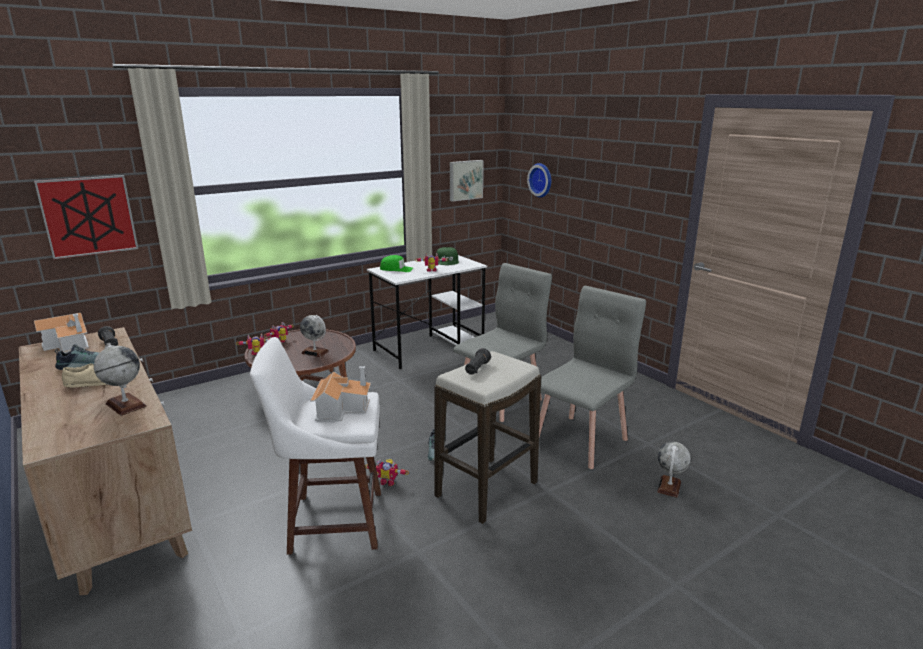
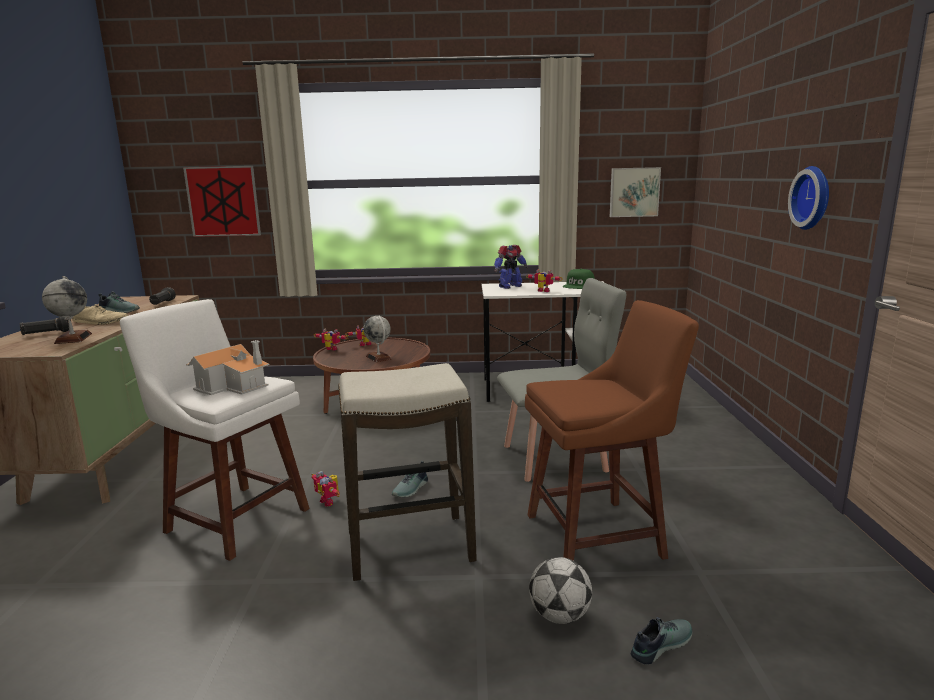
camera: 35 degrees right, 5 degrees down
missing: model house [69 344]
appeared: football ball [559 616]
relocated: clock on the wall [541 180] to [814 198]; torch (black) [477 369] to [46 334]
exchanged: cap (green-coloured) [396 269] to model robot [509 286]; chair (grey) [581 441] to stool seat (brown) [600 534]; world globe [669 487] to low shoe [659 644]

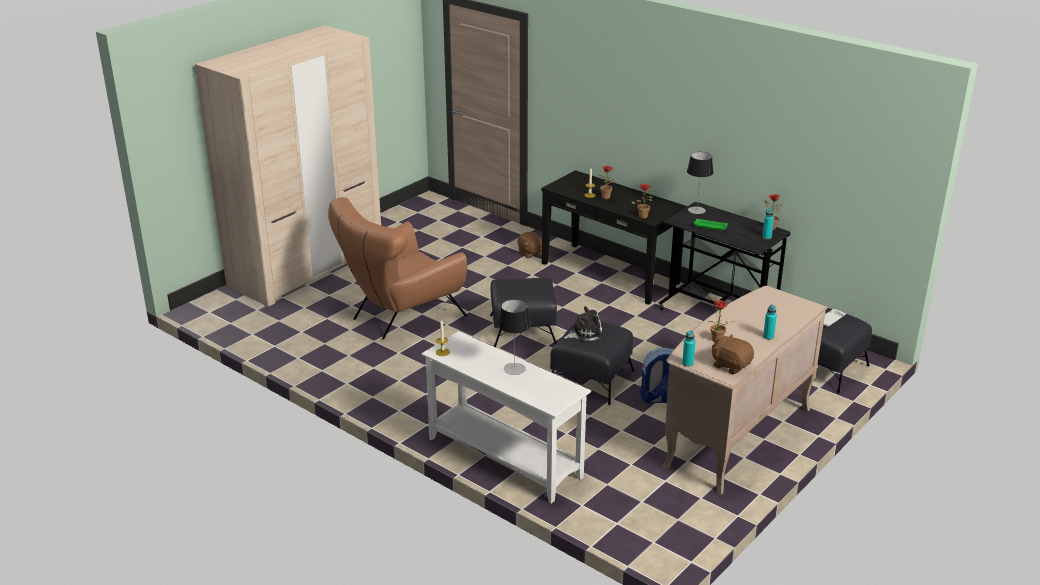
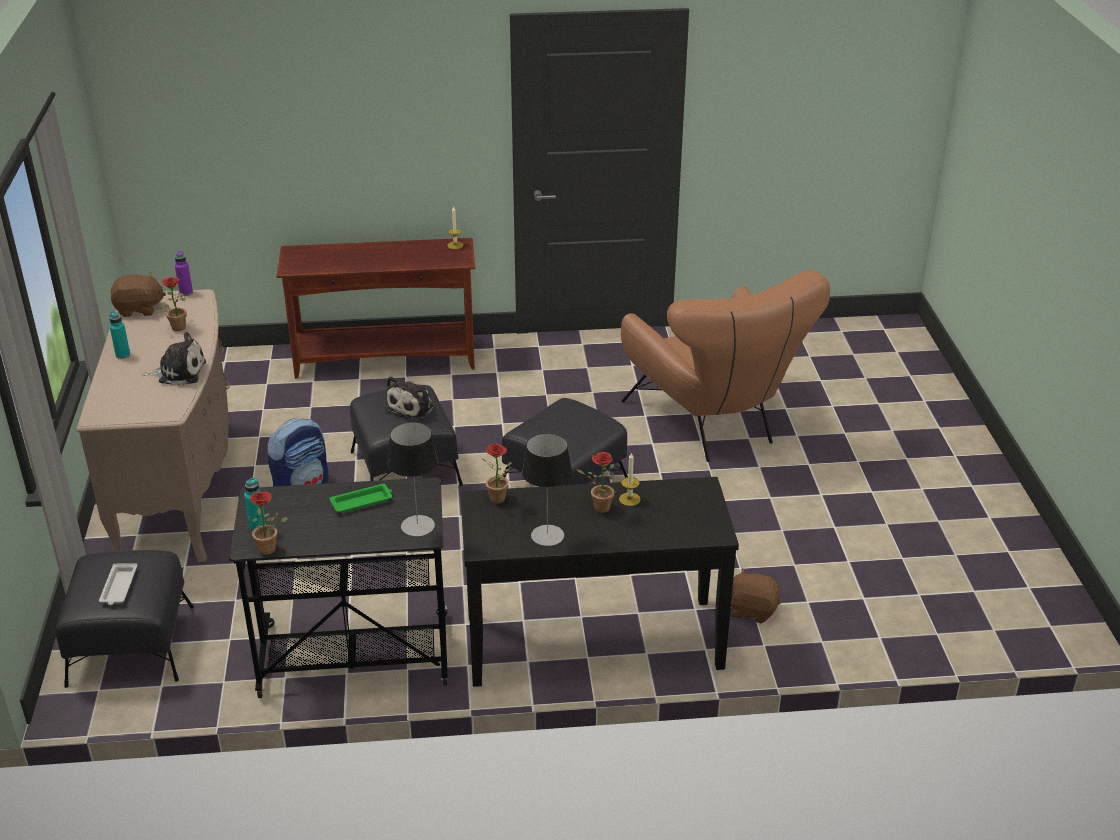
camera: 135 degrees right, 5 degrees up
missing: wardrobe (beige-coloured) [307 268]
appeared: cuddly toy [179 372]
relocated: lamp for a table [514 369] to [547 535]
colour: narrow table (whitish) [503 458] to narrow table (brown) [386 358]; drink bottle (turquoise) [687 363] to drink bottle (purplish) [186 293]
spun: lounge chair (brown) [399 317] = [714 423] 150 degrees clockwise

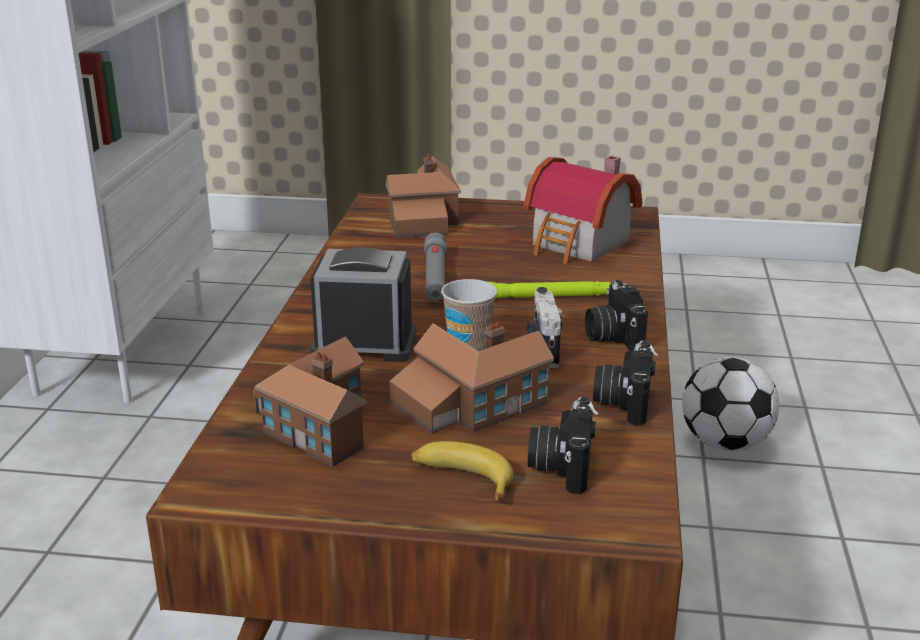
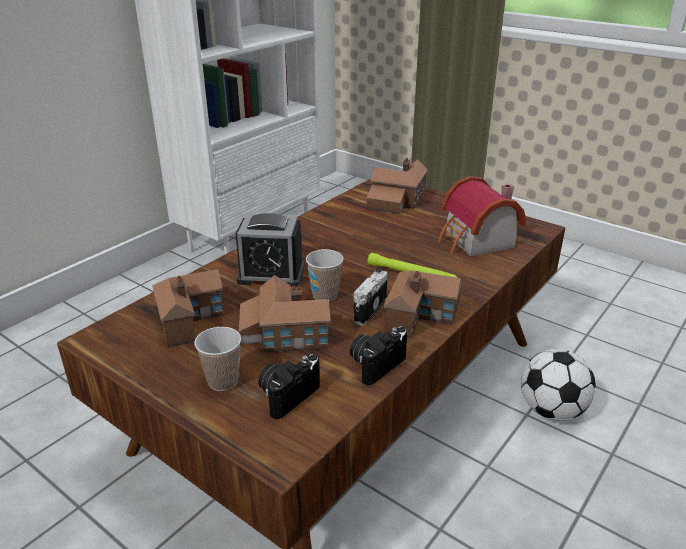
camera: 30 degrees right, 5 degrees up
missing: torch (grey) [435 277]
exchanged: photo camera [612 336] to model house [422 315]; whole banana [462 478] to small cup [223 381]
spun: table clock [364 343] = [271 274] 150 degrees clockwise

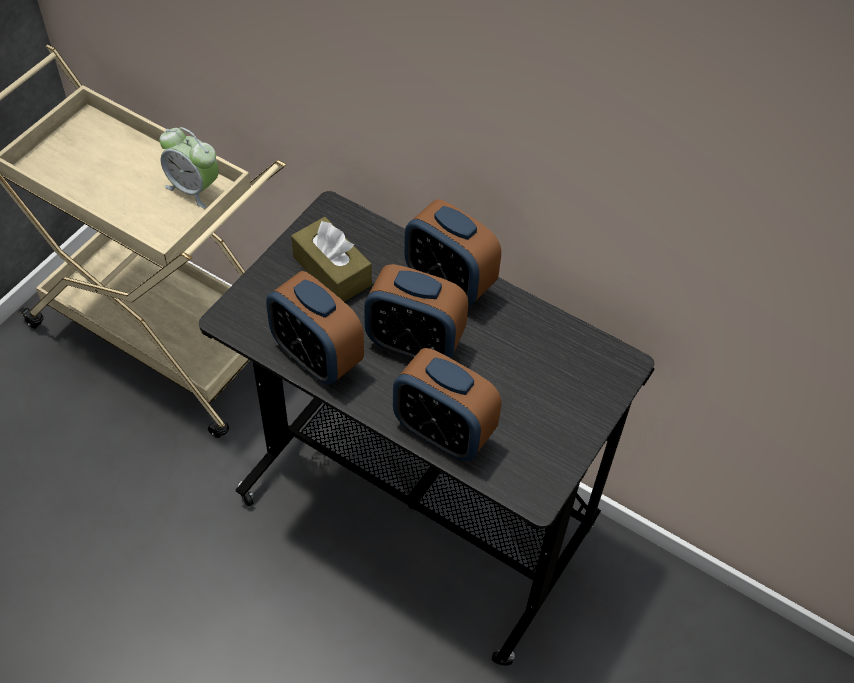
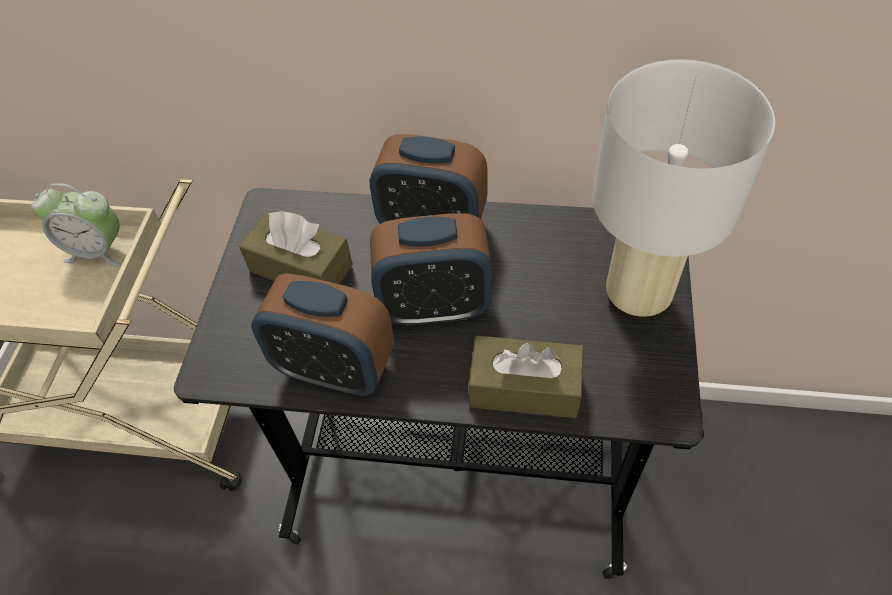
camera: 20 degrees left, 0 degrees up
appeared: lamp for a table (whitish) [636 295]
exchanged: table clock [443 432] to box of tissues (brown) [524 388]

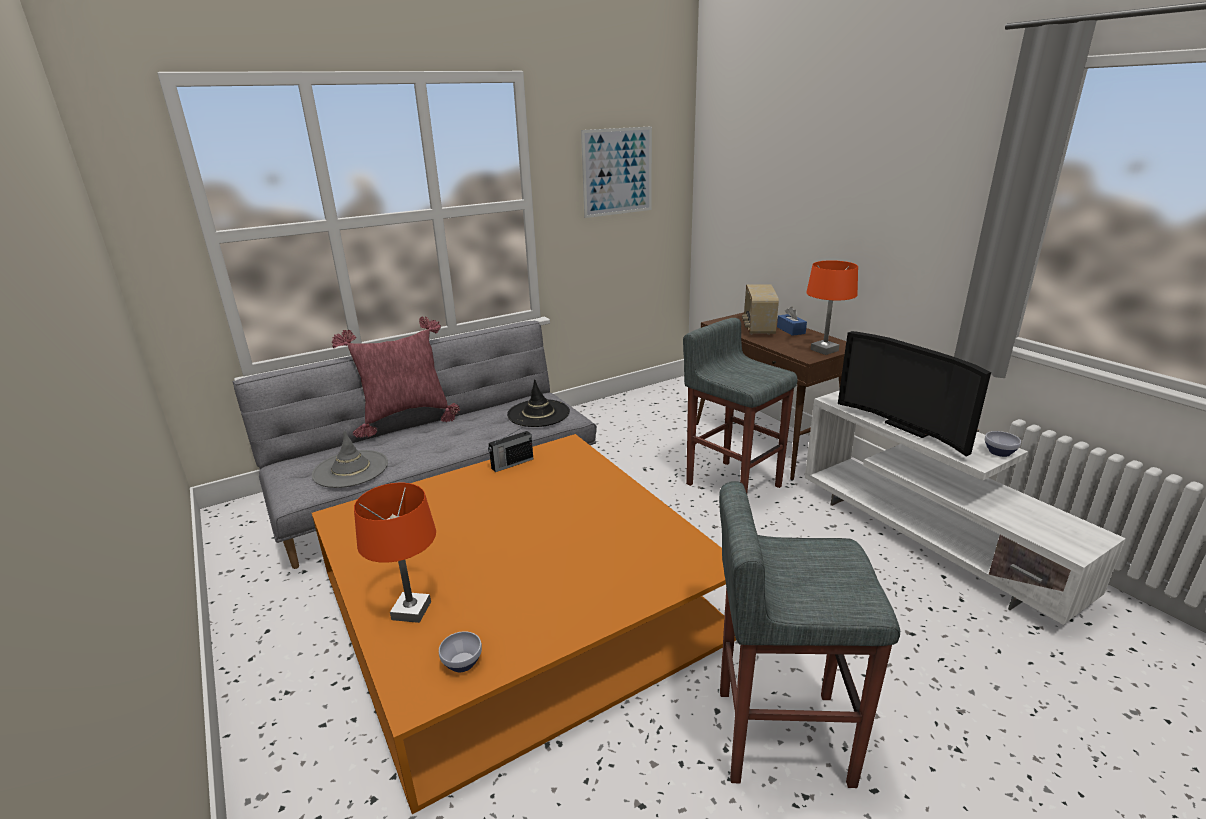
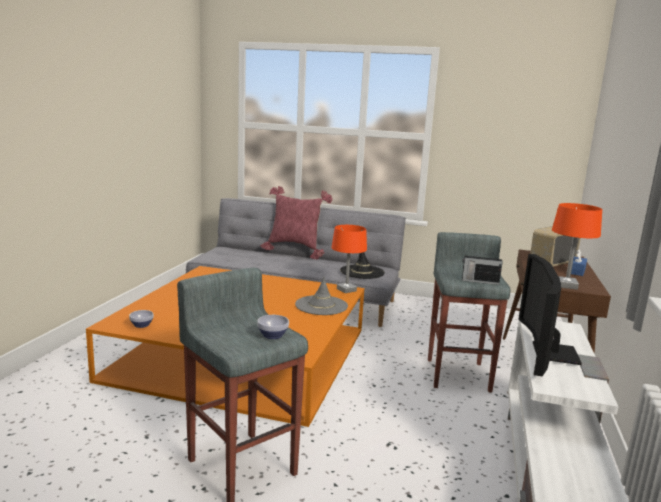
camera: 45 degrees right, 10 degrees down
missing: wall picture [617 172]
relocated: radio receiver [511 464] to [479 281]; clothing hat (grey) [350 469] to [321 305]; serving bowl [1000 452] to [273 336]; lamp for a table (orange-coloured) [411 611] to [346 290]

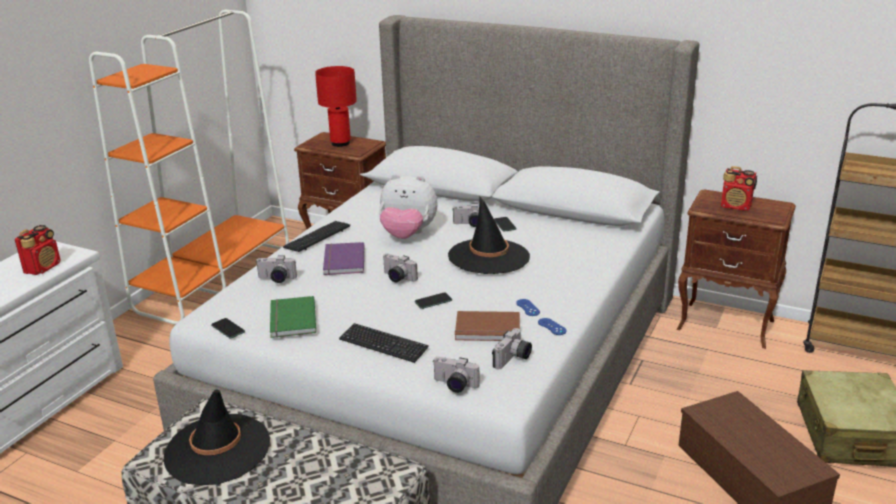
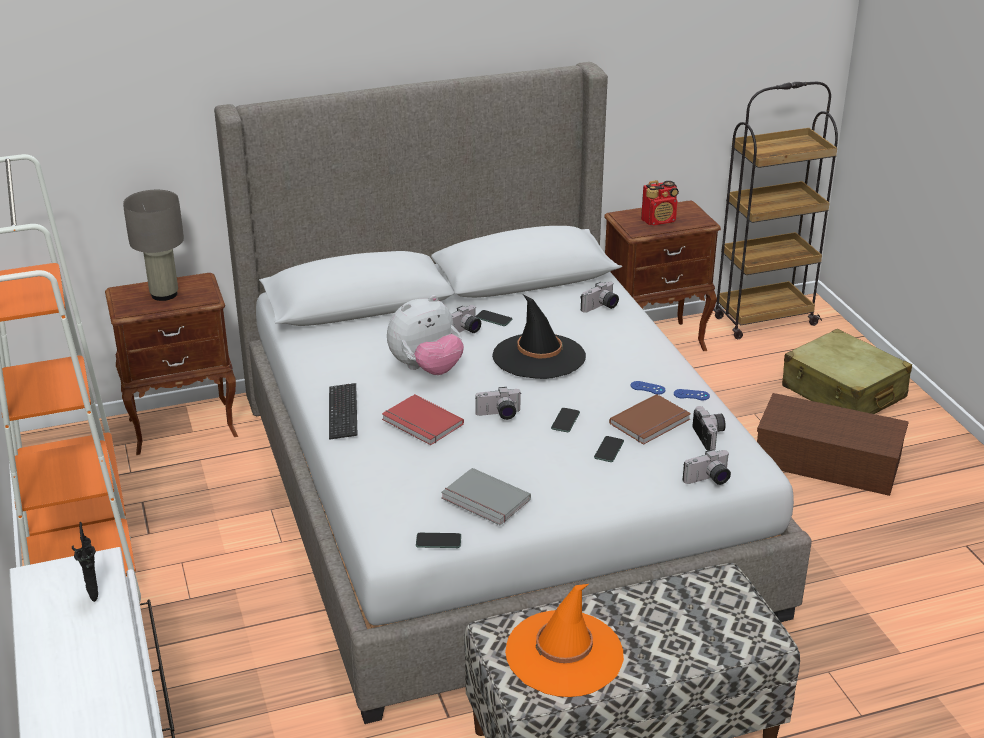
camera: 45 degrees left, 5 degrees up
missing: keyboard [383 344]
appeared: phone [609 449]
relocated: photo camera [276 279] to [601 307]
exchanged: radio receiver [43 267] to decorative vase (black) [93 597]
colour: lamp for a table (red-coloured) [340 143] to lamp for a table (grey) [163 294]; bound book (purplish) [342 261] to bound book (red-coloured) [421 423]; bound book (green-coloured) [291 319] to bound book (grey) [484 500]; clothing hat (black) [217 450] to clothing hat (orange-coloured) [564 654]

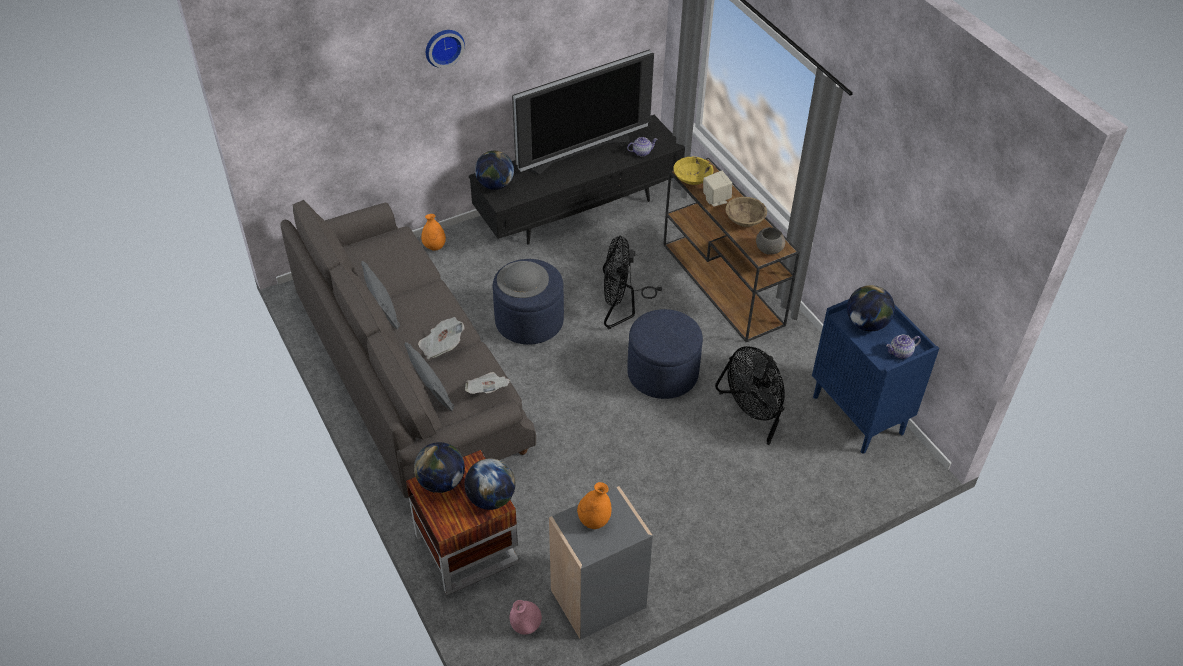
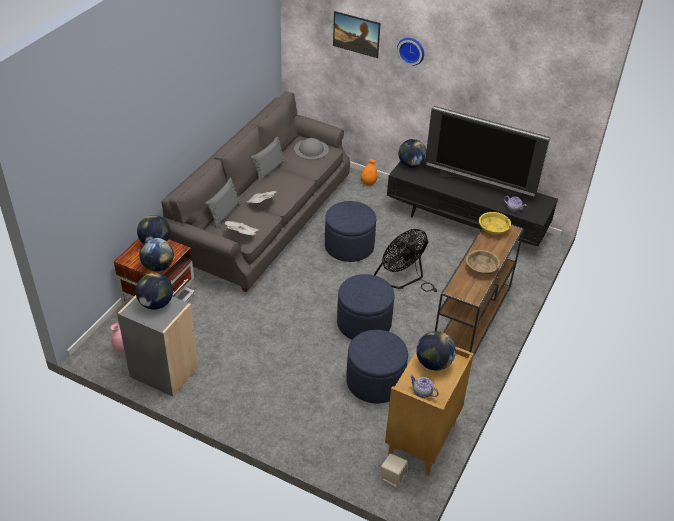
camera: 55 degrees right, 5 degrees down
missing: serving bowl (grey) [768 249]
appeared: wall picture [356 42]
relocated: loudspeaker (beige-coloured) [715 199] to [393 477]; clothing hat (grey) [522 279] to [311 149]
exchanged: electric fan (black) [754 409] to ottoman (blue) [375 382]; decorative vase (orange-coloured) [594 520] to world globe [156 304]
colour: cabinet (blue) [858 415] to cabinet (brown) [421 441]

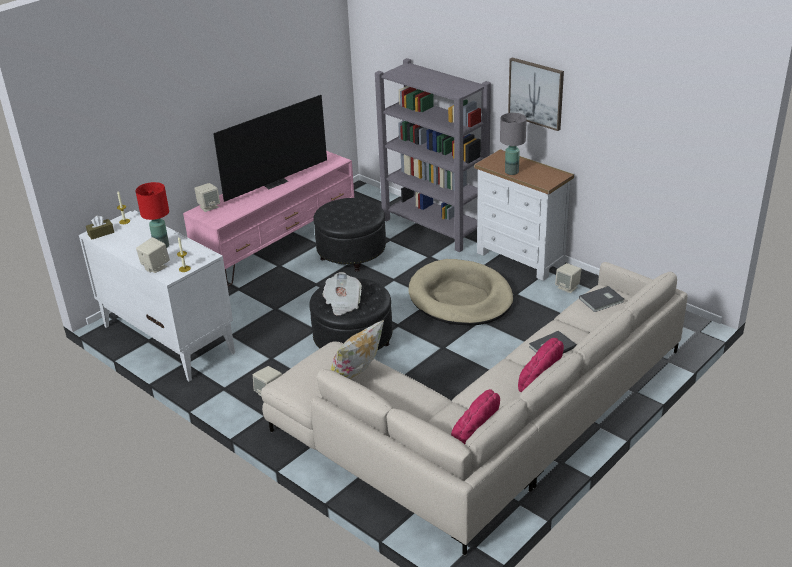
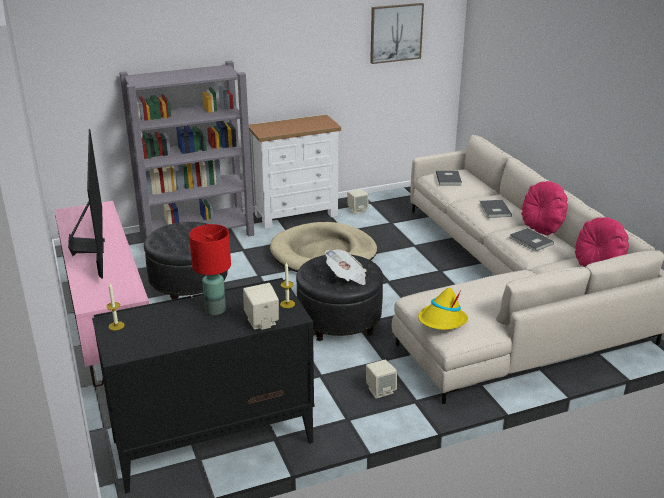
camera: 65 degrees left, 5 degrees down
missing: lamp for a table (grey) [512 172]; loudspeaker (beige-coloured) [209 207]; box of tissues (brown) [101 233]; cushion [357 379]
appeared: bound book (grey) [530 241]; clothing hat (yellow) [442 321]
relocated: wall picture [536 93] to [396 33]
colour: cabinet (whitish) [168 339] to cabinet (black) [212 441]

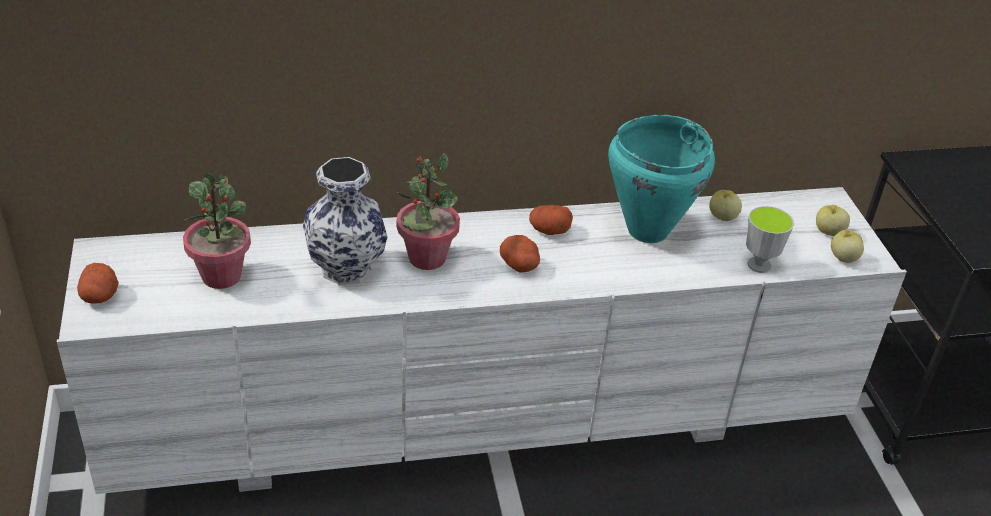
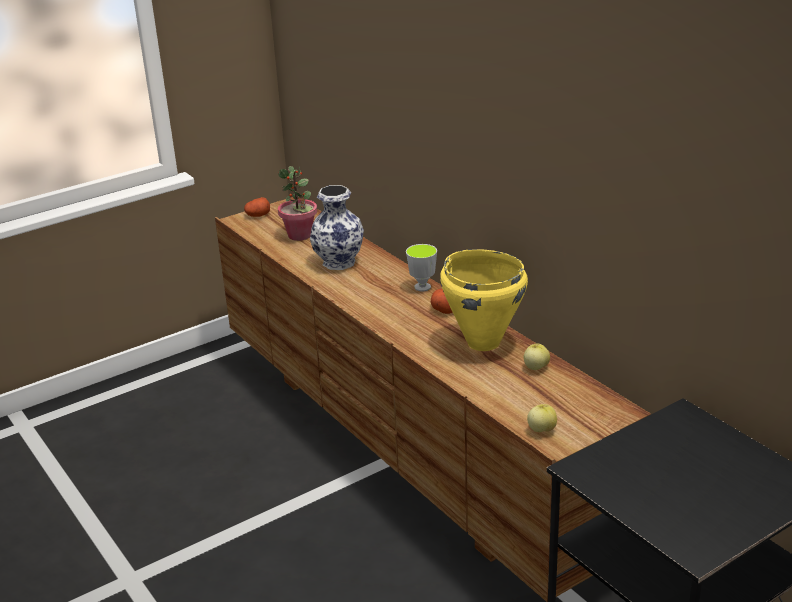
camera: 70 degrees right, 10 degrees down
missing: potted plant [426 258]; apple [828 232]; spud [520 265]
relocated: small cup [759 265] to [422 287]
colour: stockpot (turquoise) [646 230] to stockpot (yellow) [483 342]; cabinet (whitish) [482 429] to cabinet (brown) [403 447]

